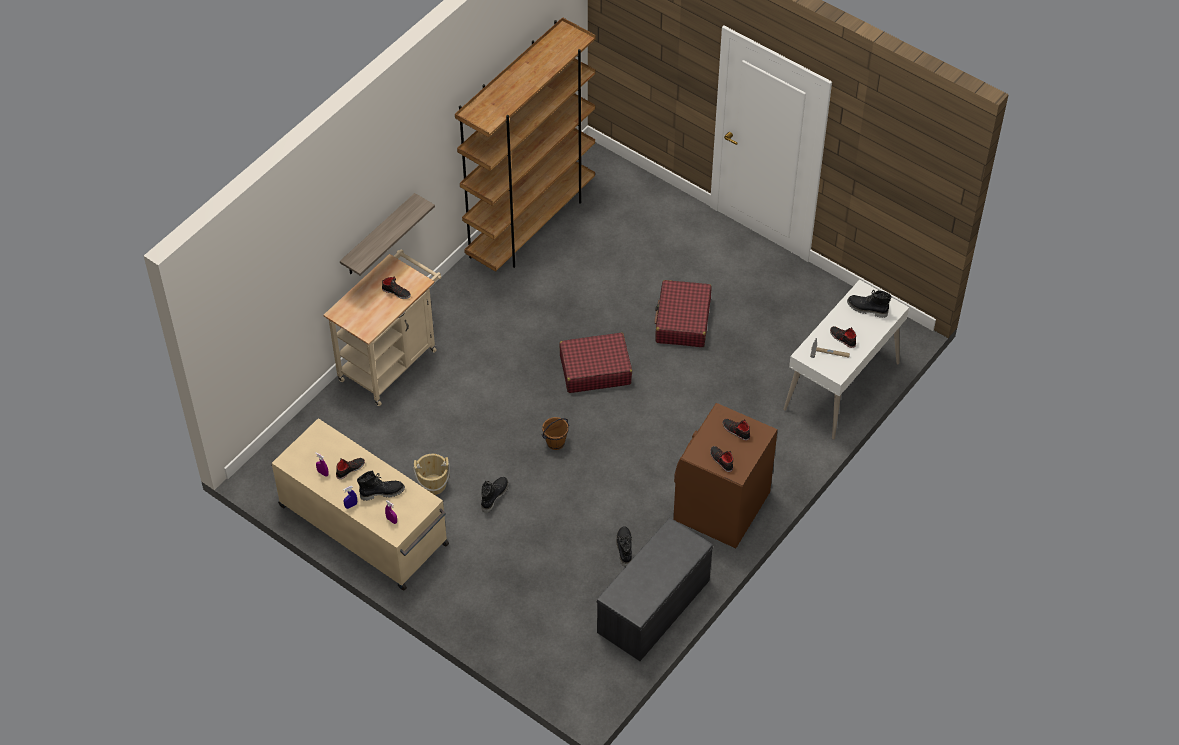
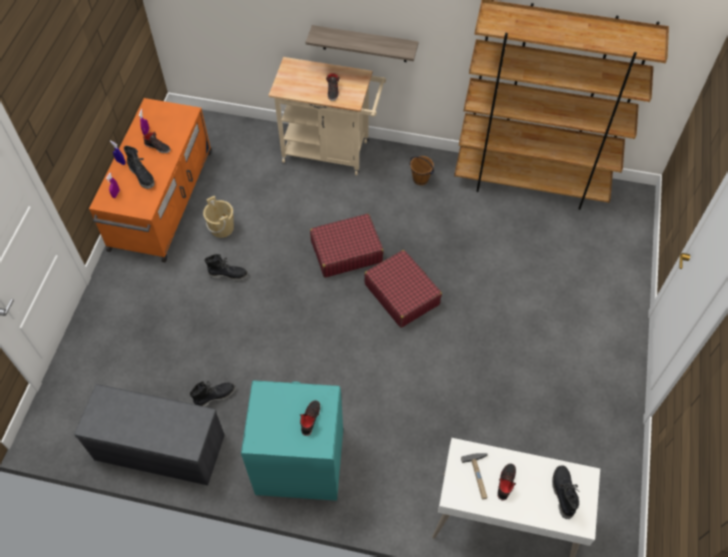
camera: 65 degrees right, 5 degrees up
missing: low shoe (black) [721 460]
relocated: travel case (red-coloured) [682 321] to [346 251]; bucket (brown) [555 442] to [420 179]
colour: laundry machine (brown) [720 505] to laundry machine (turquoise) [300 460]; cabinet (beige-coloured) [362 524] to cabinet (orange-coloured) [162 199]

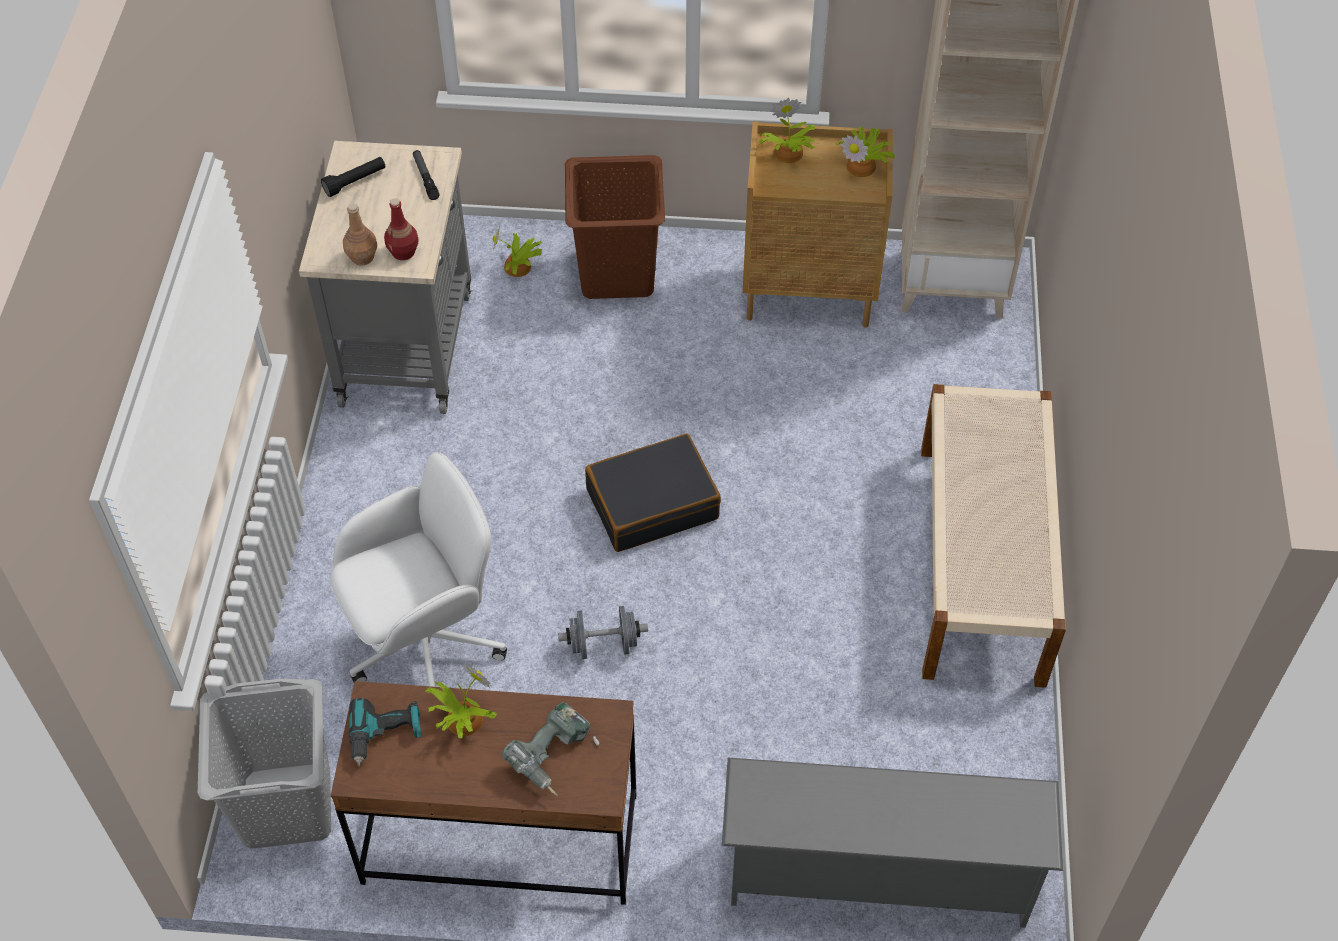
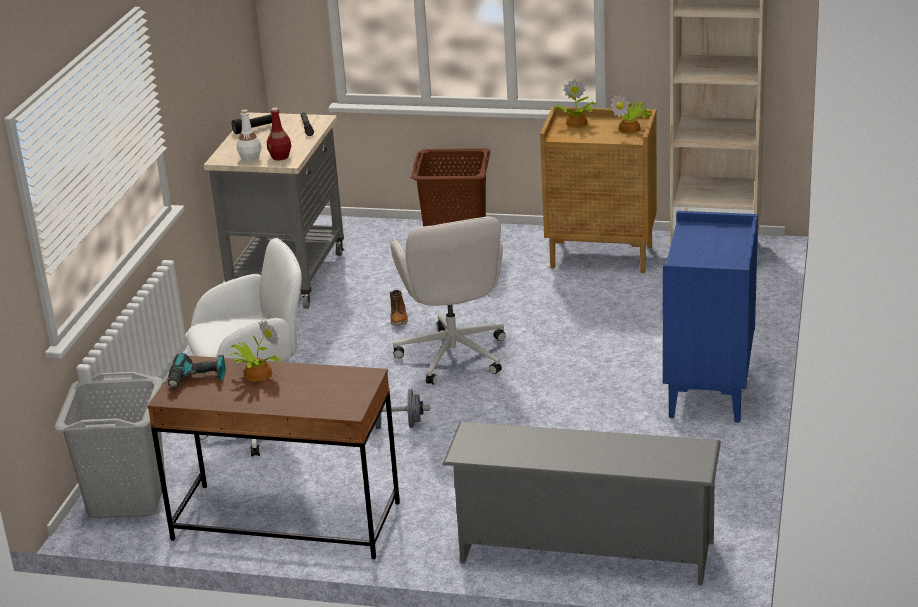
camera: 10 degrees right, 25 degrees down
missing: potted plant [518 268]; power drill [553 757]
appeared: tall boot [399 317]
exchanged: long seat (beige-coloured) [982 562] to cabinet (blue) [709 391]; travel case (black) [652 503] to office chair (whitish) [453 356]
colour: drink bottle (brown) [362 257] to drink bottle (whitish) [250 159]

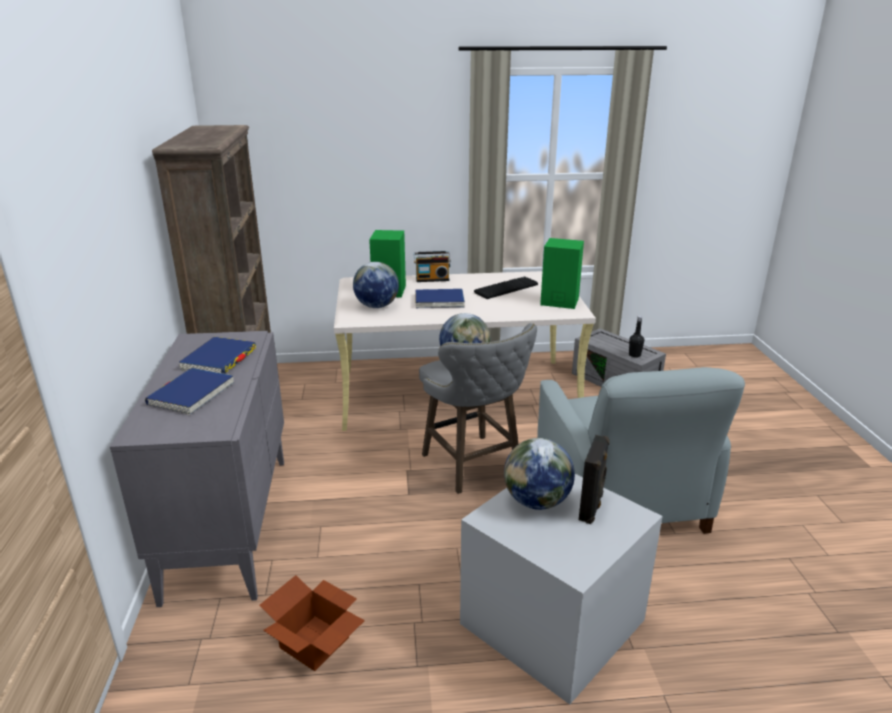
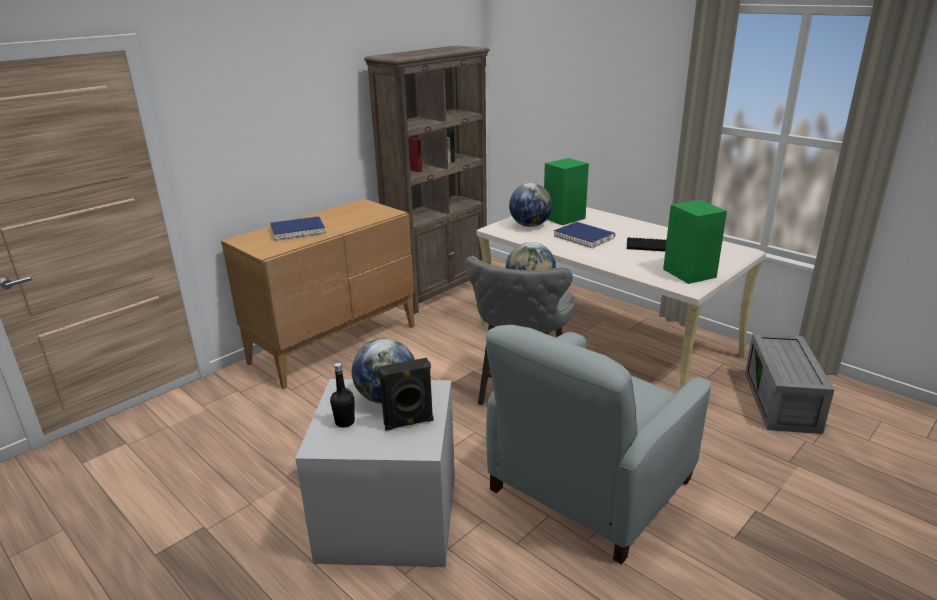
camera: 50 degrees right, 0 degrees up
missing: radio receiver [432 279]; bound book (blue) [219 359]; carton [315 644]
relocated: drink bottle (black) [634 355] to [345 422]
colour: cabinet (grey) [229 524] to cabinet (brown) [335 344]

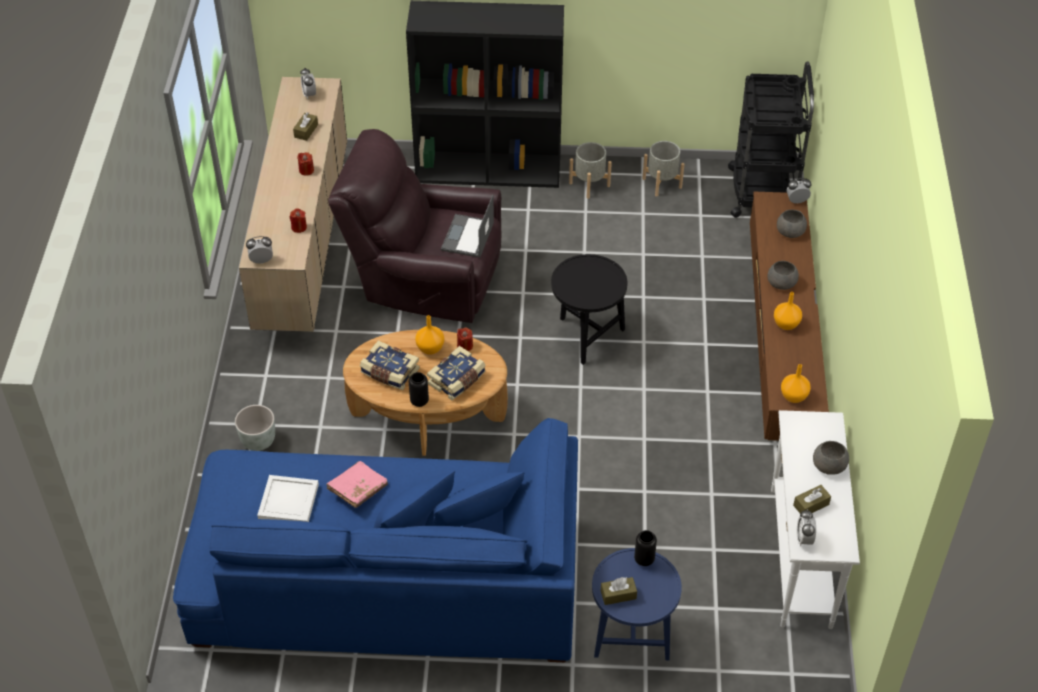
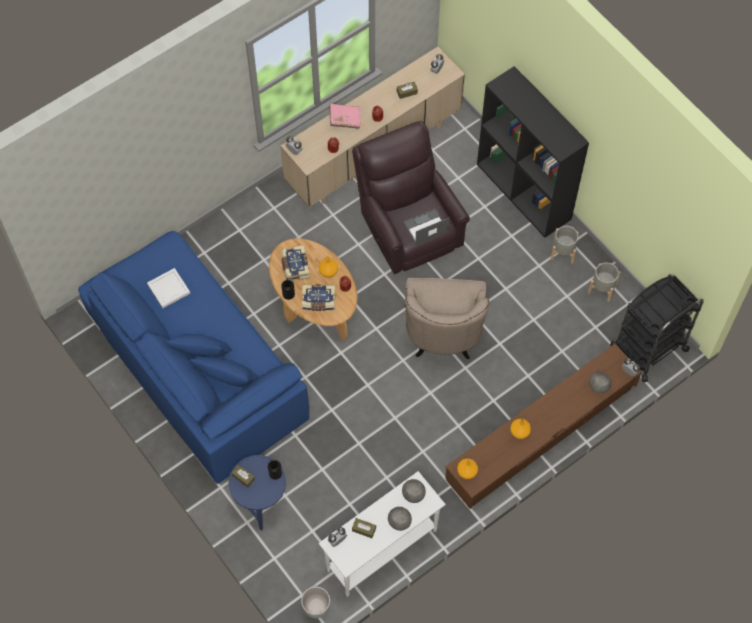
camera: 50 degrees right, 15 degrees up
relocated: serving bowl (grey) [782 283] to [414 494]; flower pot (grey) [258 442] to [316 607]; bound book (pinkish) [358 490] to [344 119]
exchanged: accent table (black) [586 335] to lounge chair (beige-coloured) [443 336]

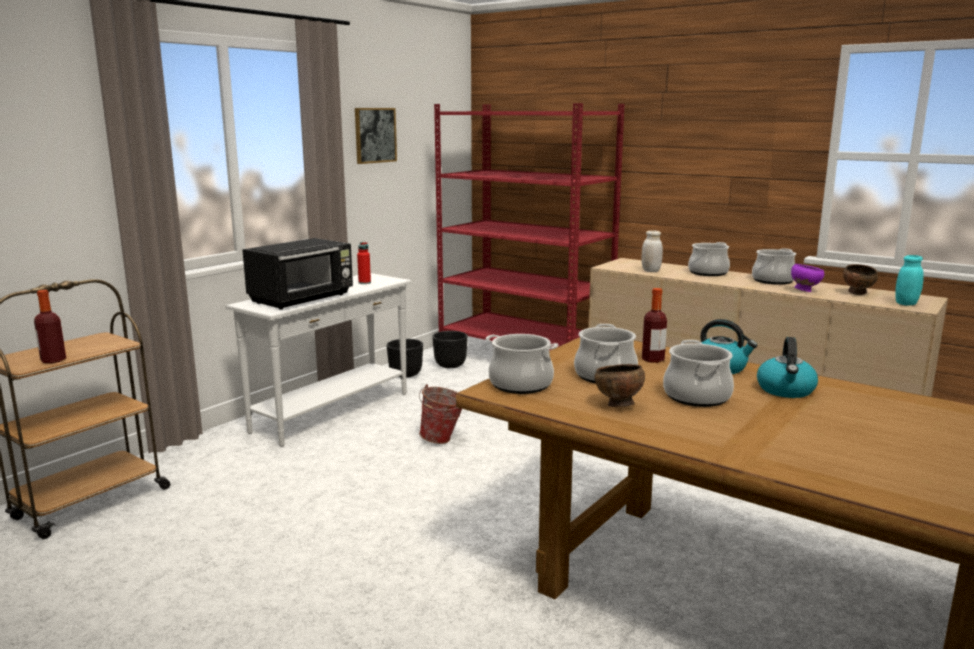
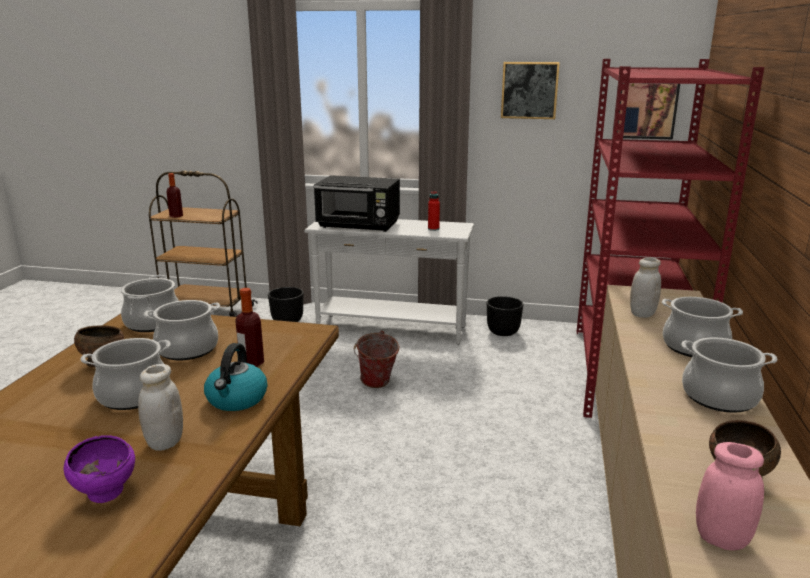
camera: 65 degrees right, 5 degrees up
appeared: wall picture [646 109]
relocated: serving bowl (purplish) [804 291] to [107 495]; flower pot (black) [450 365] to [288 321]
exchanged: tea kettle [786 390] to preserve jar (whitish) [165 442]
colour: preserve jar (turquoise) [906 304] to preserve jar (pinkish) [721 539]

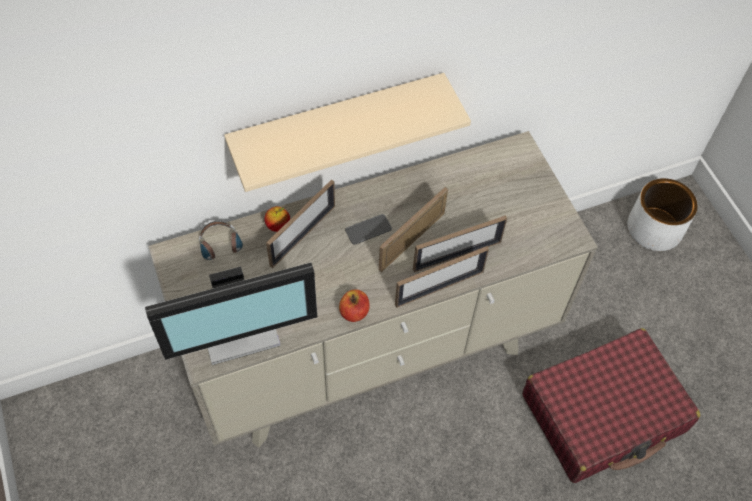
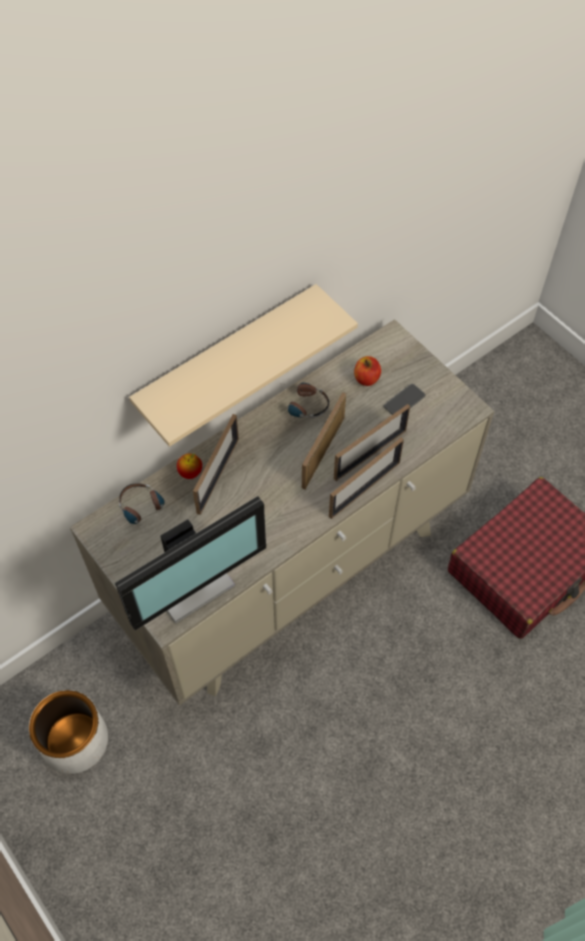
camera: 15 degrees left, 0 degrees up
appeared: headphones [301 404]
relocated: flower pot (whitish) [654 229] to [76 740]; phone [368 230] to [404 401]; apple [354 312] to [366 378]

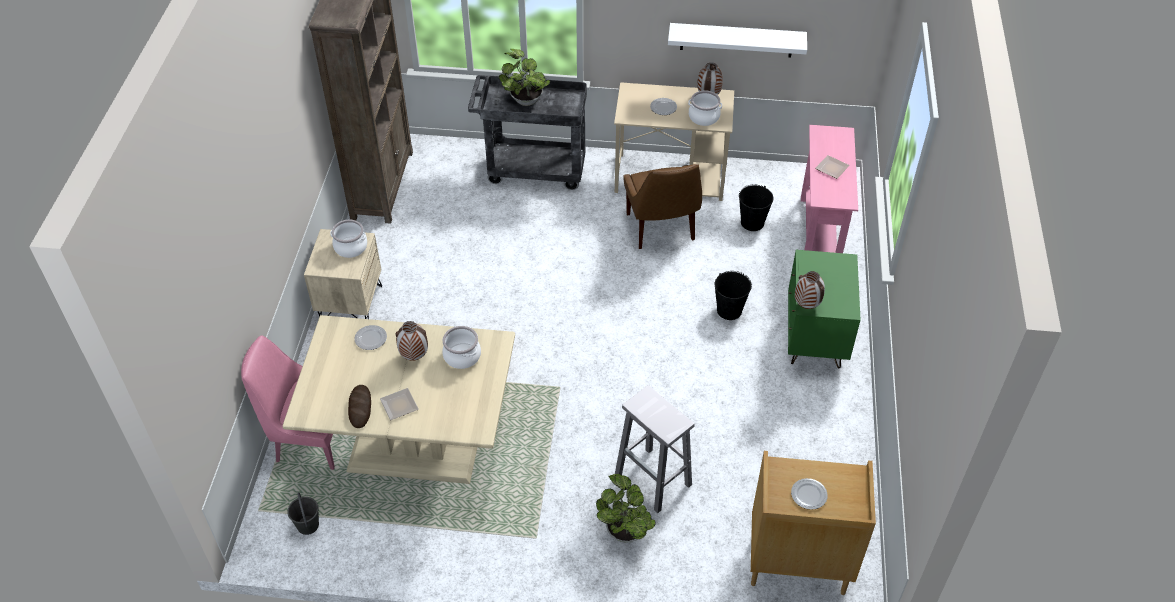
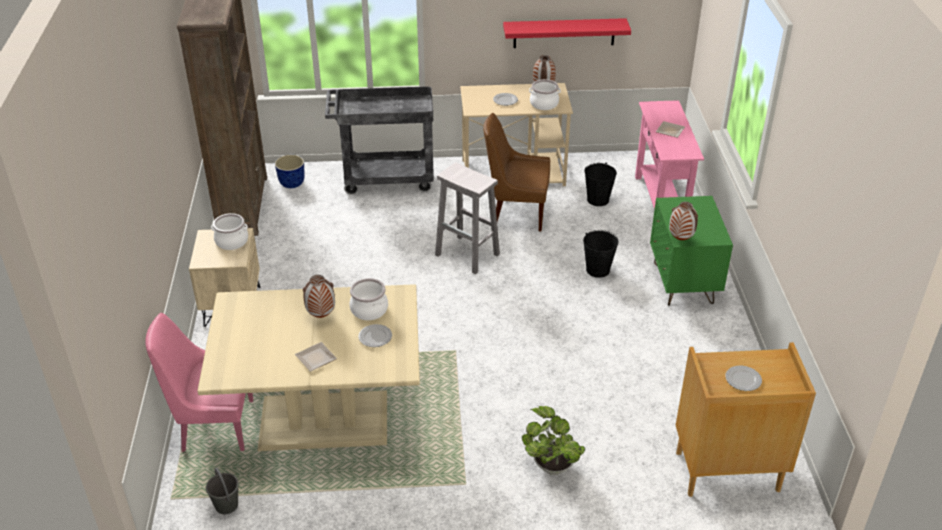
camera: 10 degrees left, 10 degrees down
missing: potted plant [525 99]; bakery bread [360 408]
appeared: flower pot [292 183]
relocated: flat dish [370 338] to [375 337]; stool seat (whitish) [654 480] to [468 255]
colour: wall shelf (whitish) [736 40] to wall shelf (red-coloured) [564 33]
spun: chair (brown) [661 229] = [516 213] 120 degrees clockwise

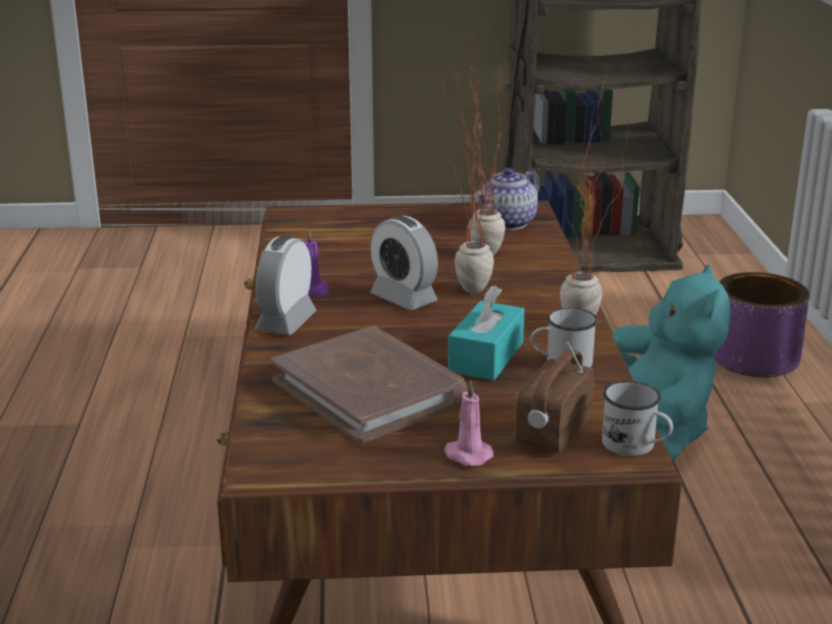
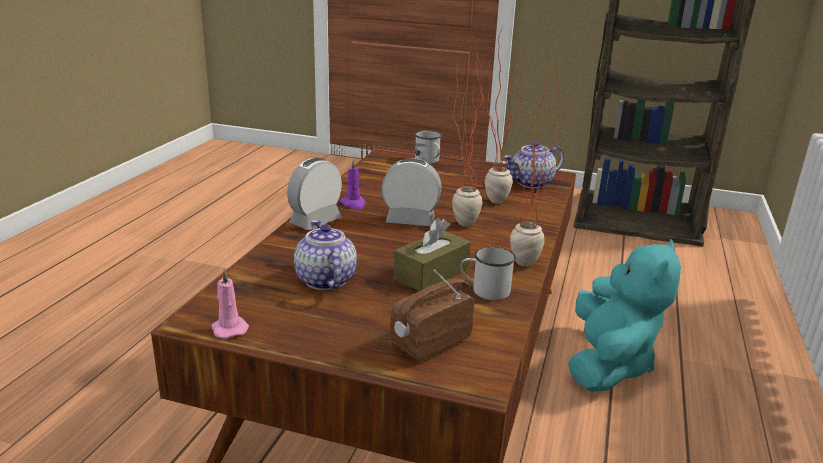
camera: 20 degrees right, 0 degrees up
missing: flower pot (purplish) [754 360]
relocated: candle (pinkish) [467 455] to [229 328]; mug (whitish) [635 446] to [429 161]
exchanged: bound book (brown) [369 391] to tea pot [324 280]
colour: box of tissues (turquoise) [486 357] to box of tissues (brown) [431 273]
spun: table clock [403 298] = [410 220] 120 degrees clockwise

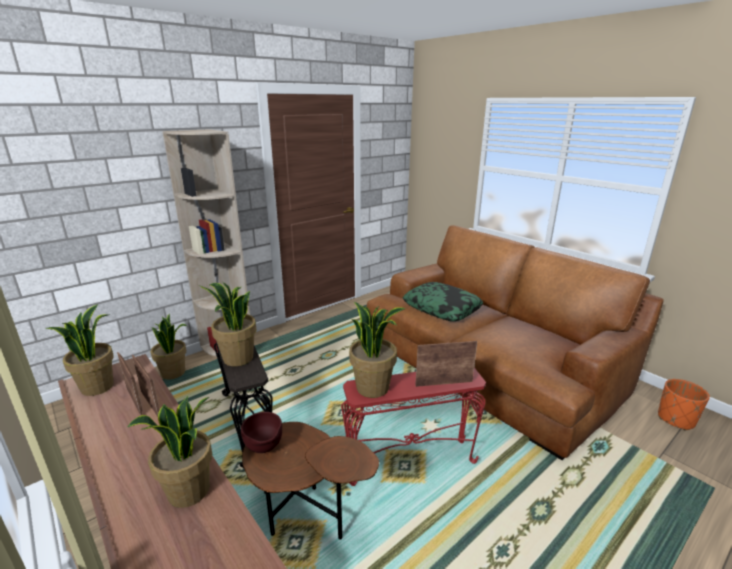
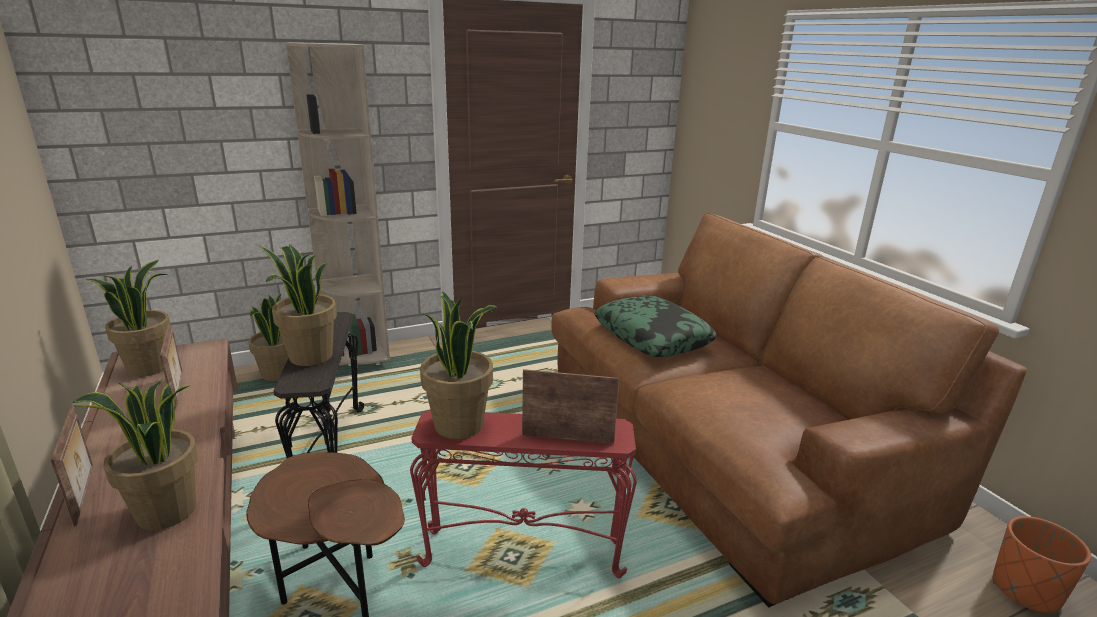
camera: 15 degrees right, 0 degrees up
missing: serving bowl (brown) [264 449]
relocated: photo frame [151 403] to [85 495]

